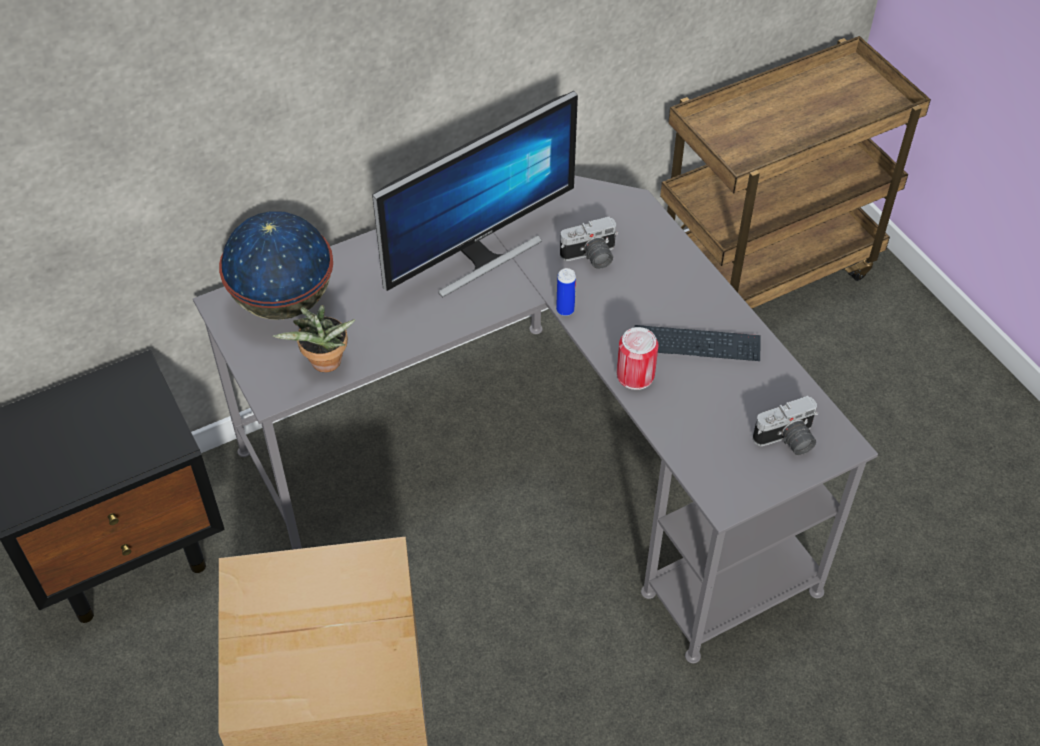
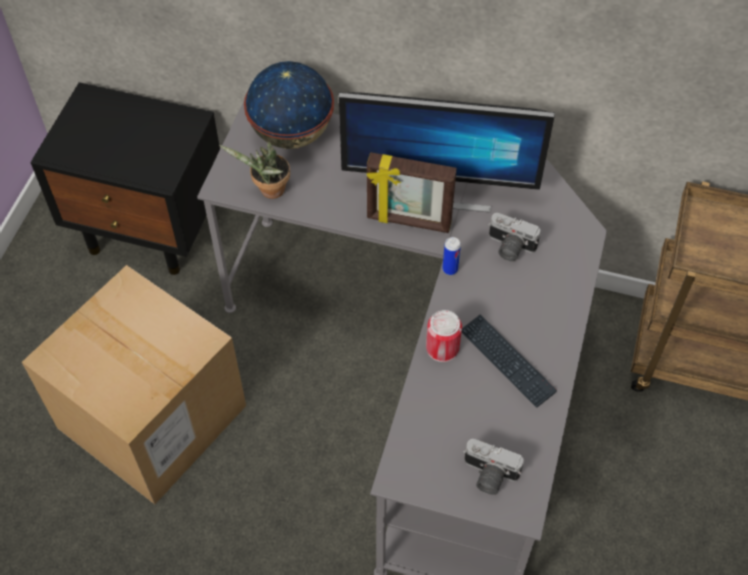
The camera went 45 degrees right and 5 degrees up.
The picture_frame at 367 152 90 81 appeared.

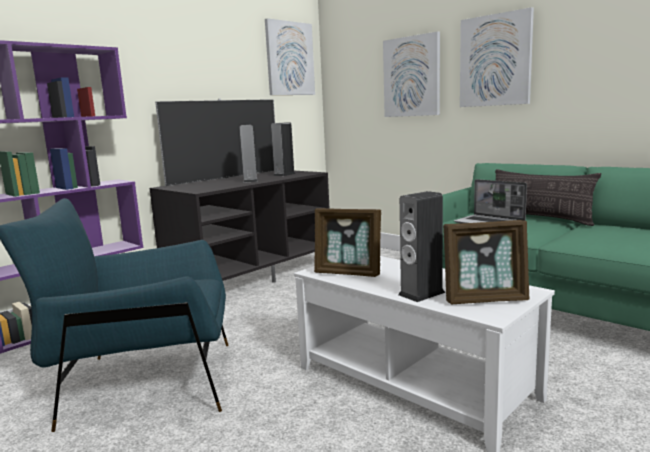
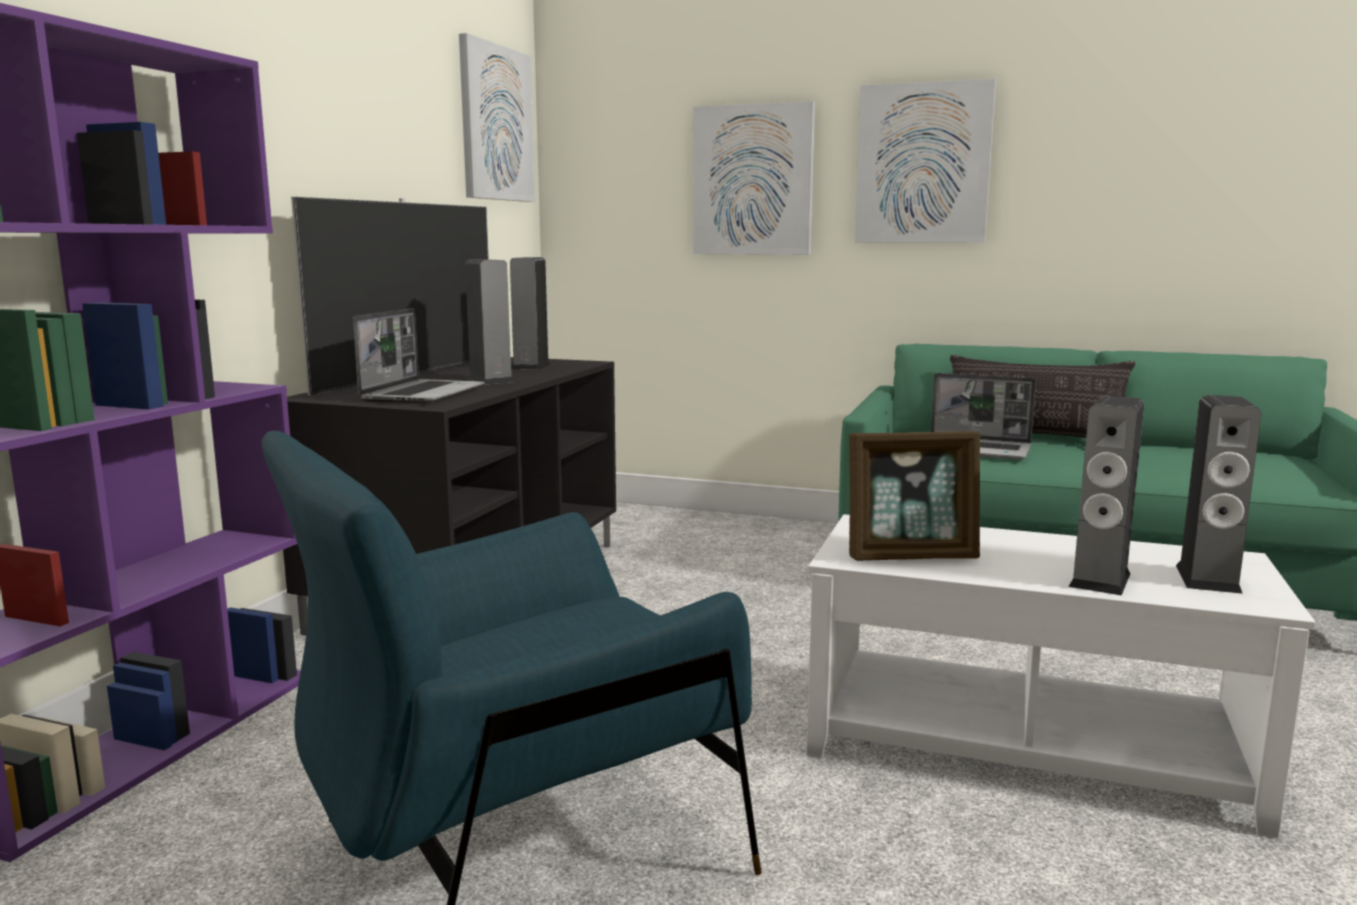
The camera went 25 degrees left and 0 degrees up.
The picture_frame at 443 220 87 84 was replaced by the speaker at 1176 395 85 199.
The laptop at 353 308 131 96 appeared.

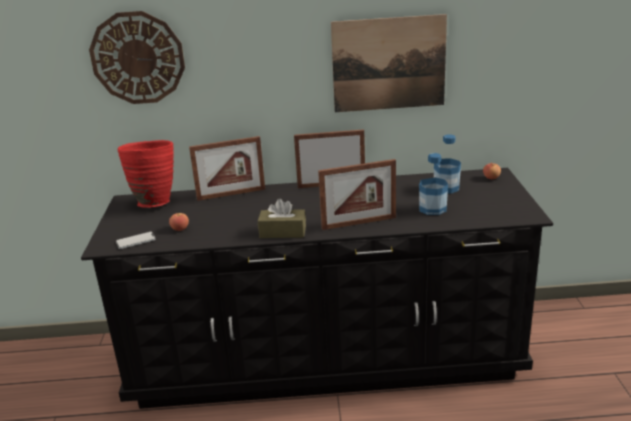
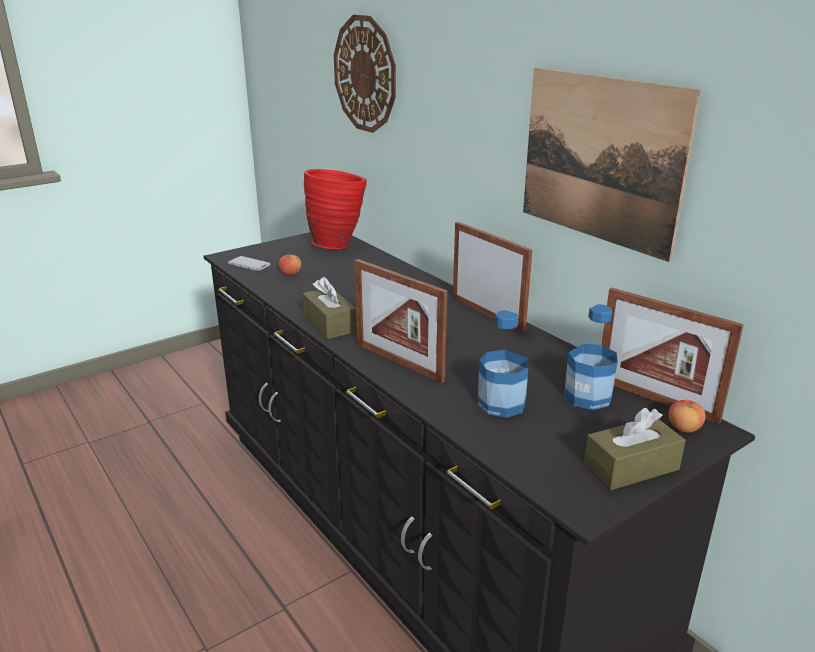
The camera went 55 degrees right and 0 degrees up.
The picture_frame moved from 189 136 76 65 to 602 288 142 136.
The brown_tissue_box at 584 408 102 82 appeared.

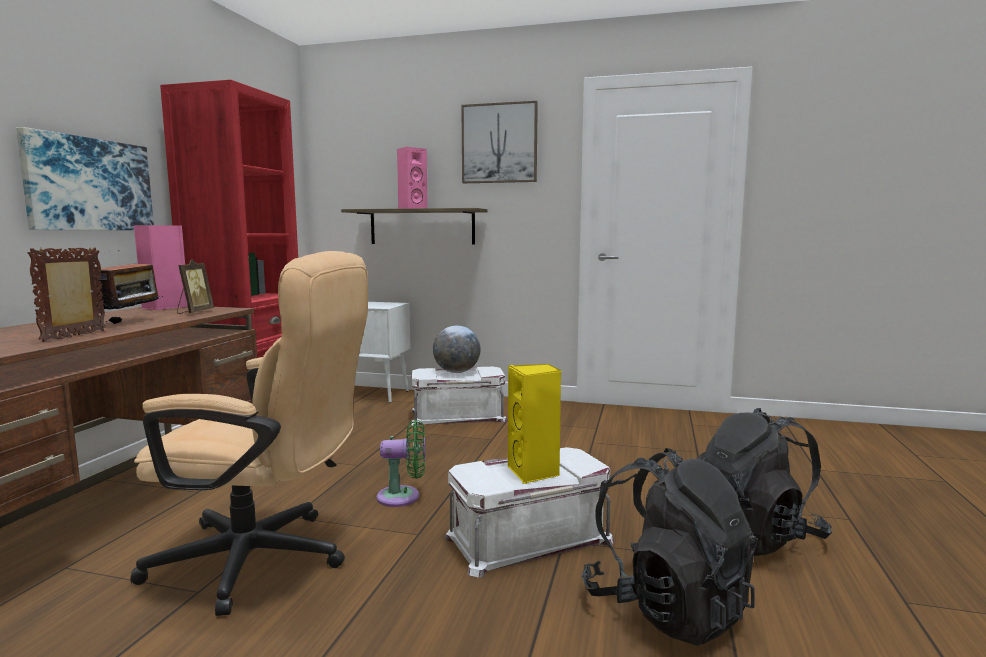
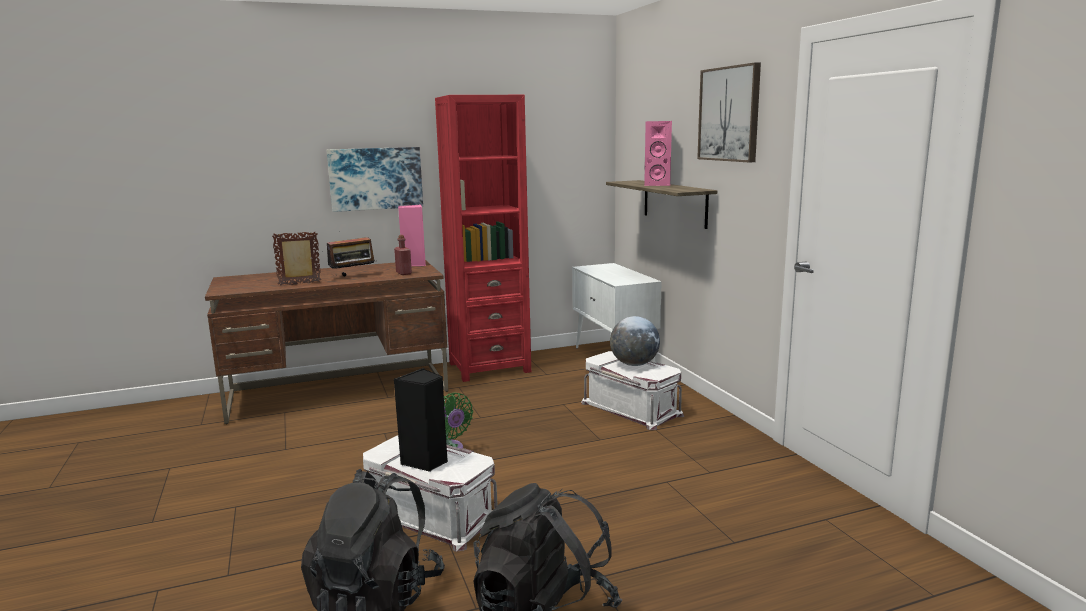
The camera went 55 degrees right and 5 degrees up.
The beige_office_chair at 130 251 238 365 disappeared.
The picture_frame at 177 258 37 56 was replaced by the red_bottle at 394 235 18 40.
The yellow_speaker at 508 364 53 120 became the black_speaker at 394 368 54 104.

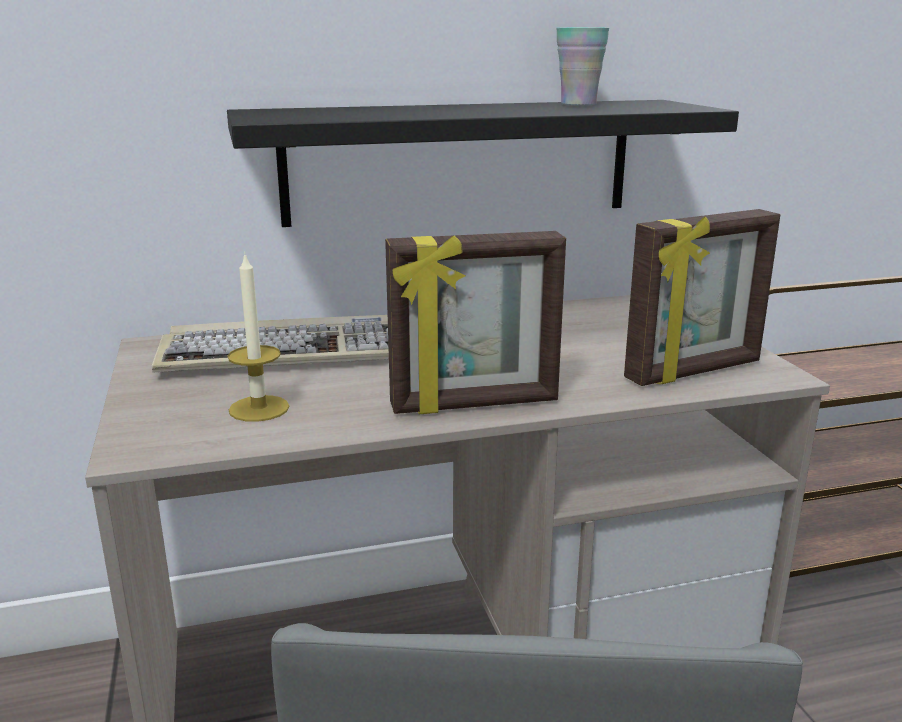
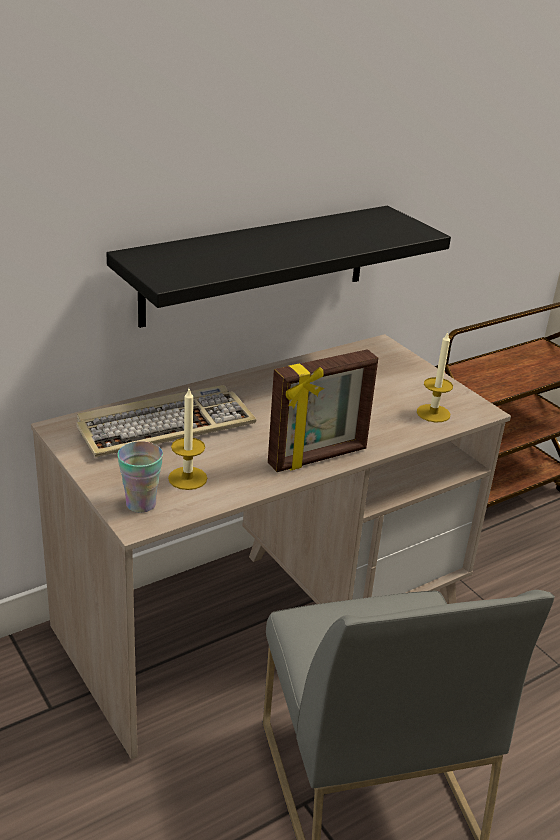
The camera went 20 degrees left and 10 degrees up.
The cup moved from 556 27 53 79 to 117 441 46 72.
The picture_frame at 624 209 156 177 was replaced by the candle at 417 332 36 90.

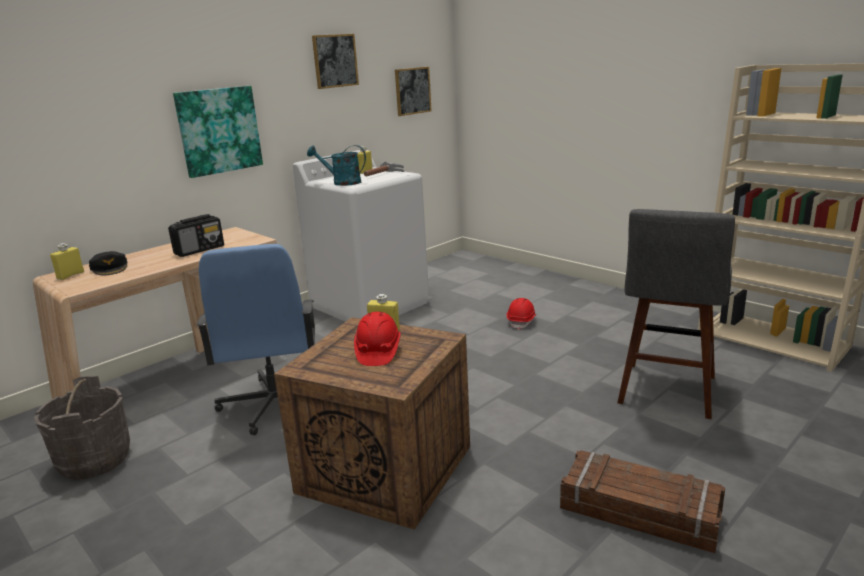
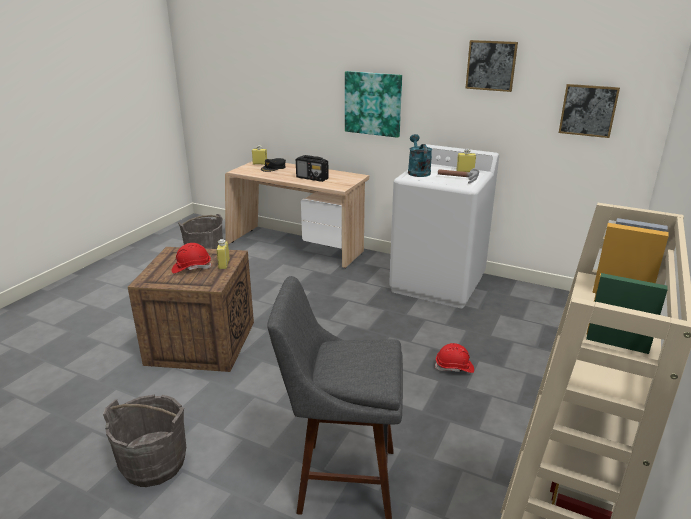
The camera went 70 degrees right and 5 degrees up.
The blue_office_chair at 196 244 119 191 disappeared.
The crate at 560 450 165 103 was replaced by the grey_bucket at 103 394 83 93.

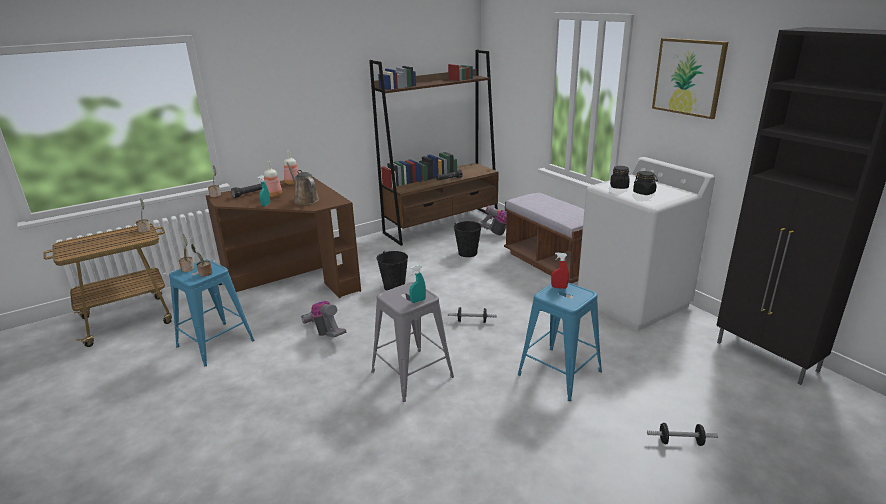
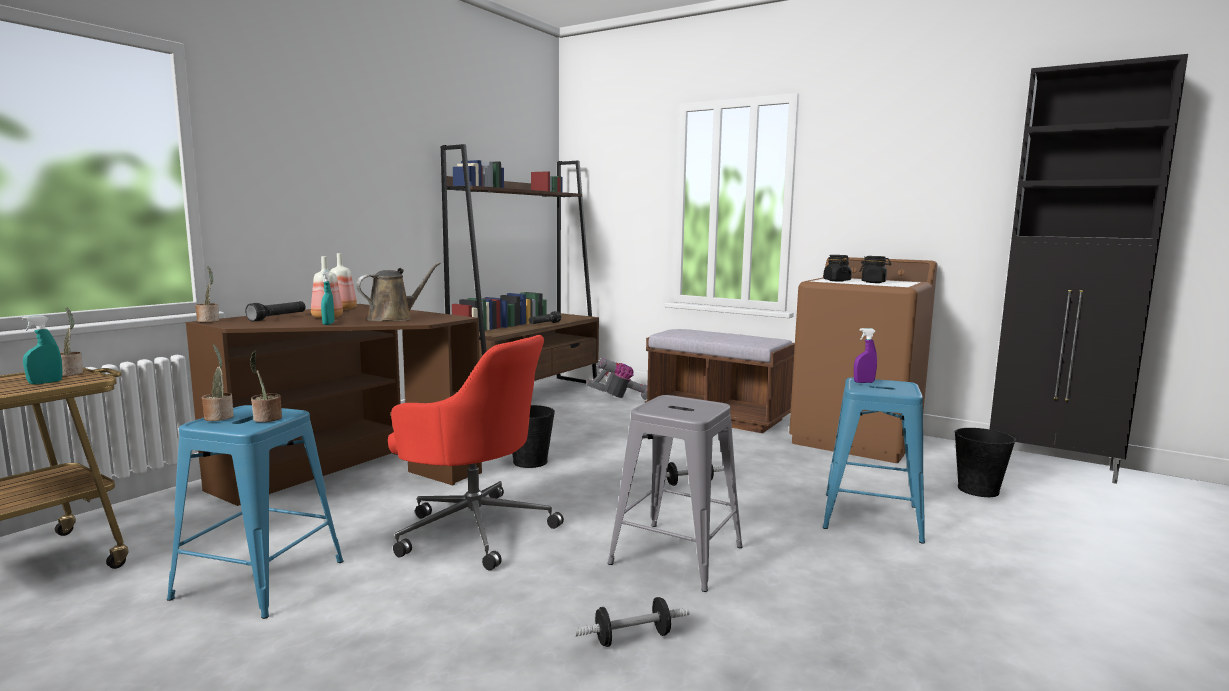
The camera went 25 degrees left and 15 degrees down.
The picture at 652 38 76 81 disappeared.
The white_washing_machine at 578 157 137 174 became the brown_washing_machine at 789 257 148 206.
The brown_watering_can at 286 162 33 43 turned 105 degrees clockwise.
The black_bucket moved from 454 221 28 36 to 955 428 61 69.
The red_spray_bottle at 551 253 18 36 became the purple_spray_bottle at 854 328 23 55.
The turquoise_spray_bottle moved from 410 265 16 38 to 22 315 40 69.
The vacuum_cleaner at 301 301 45 36 was replaced by the red_office_chair at 388 335 176 235.
The dumbbell moved from 647 423 71 23 to 574 597 115 50.

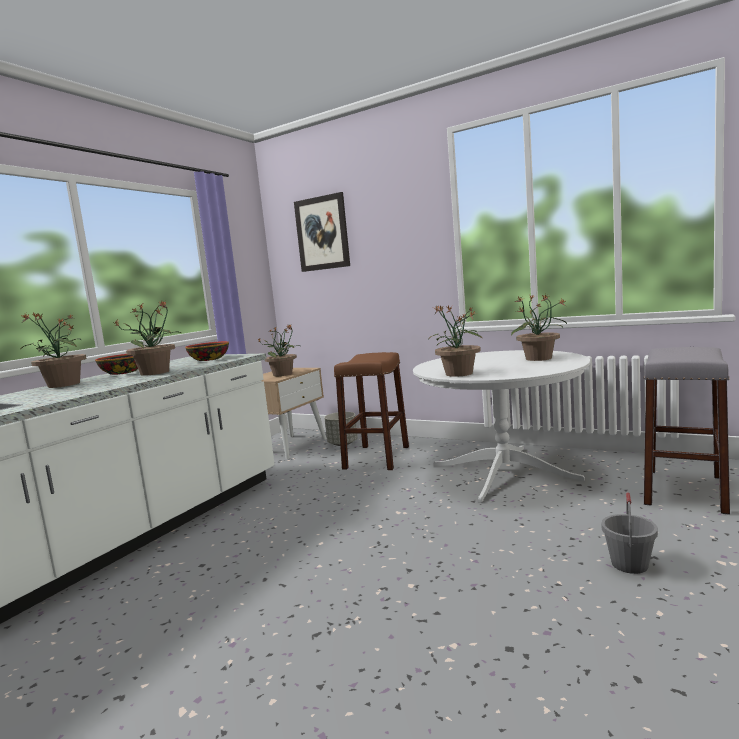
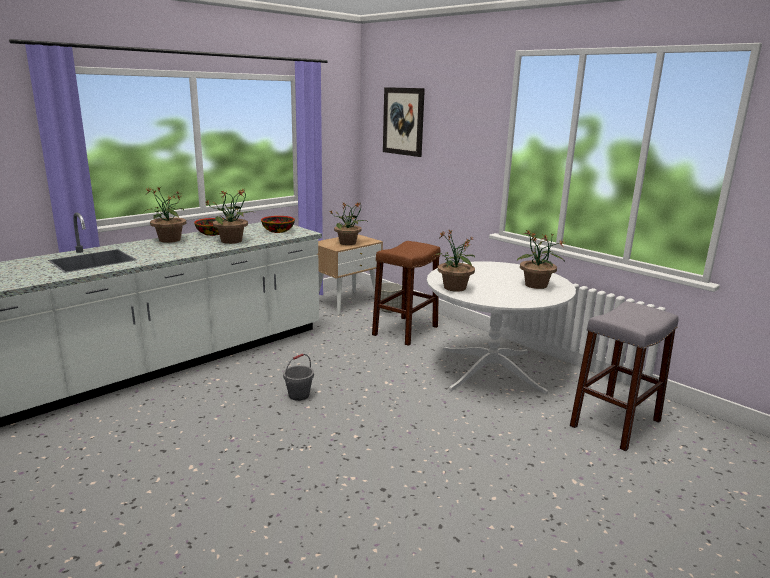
The camera went 15 degrees right and 10 degrees up.
The grey_bucket moved from 601 492 57 82 to 283 353 31 48.

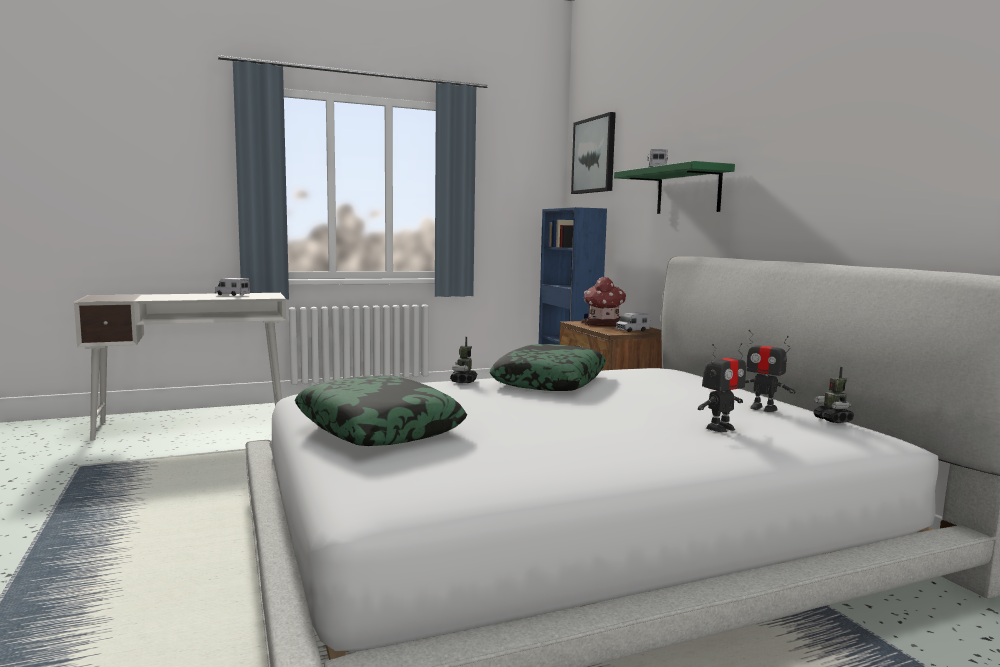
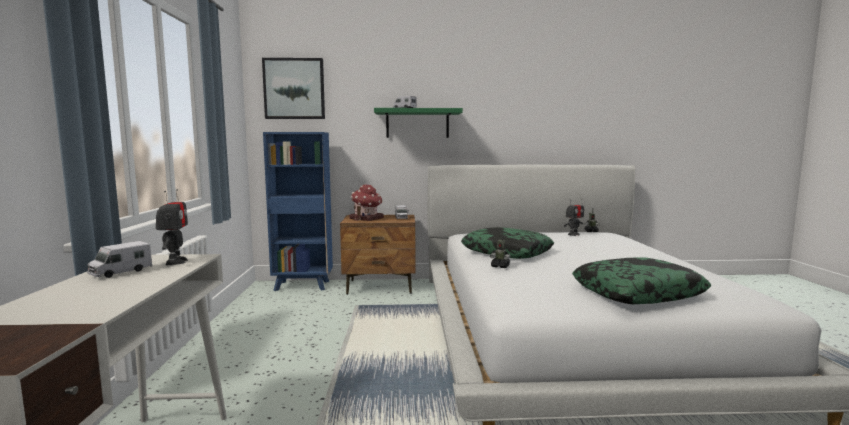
The camera went 70 degrees left and 0 degrees up.
The toy_robot moved from 698 343 48 89 to 156 189 32 76.

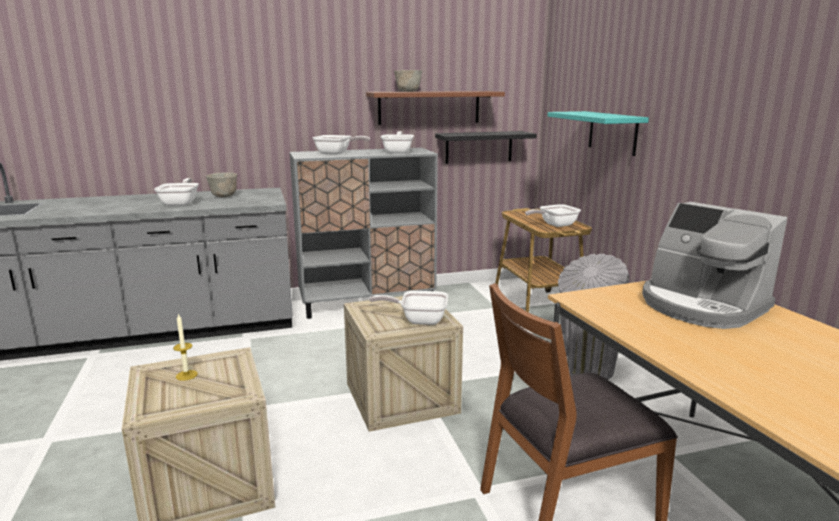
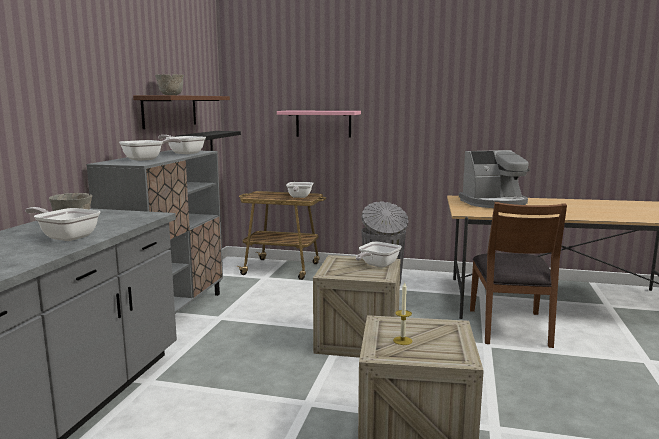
The camera went 60 degrees left and 5 degrees down.
The turquoise_shelf at 547 111 102 45 became the pink_shelf at 277 110 84 28.

